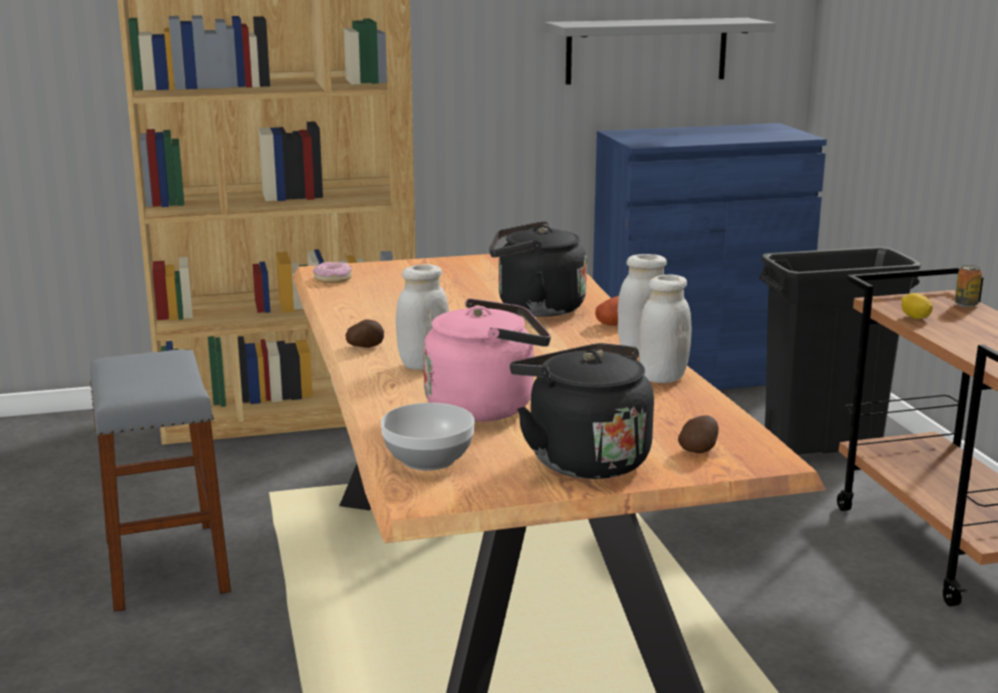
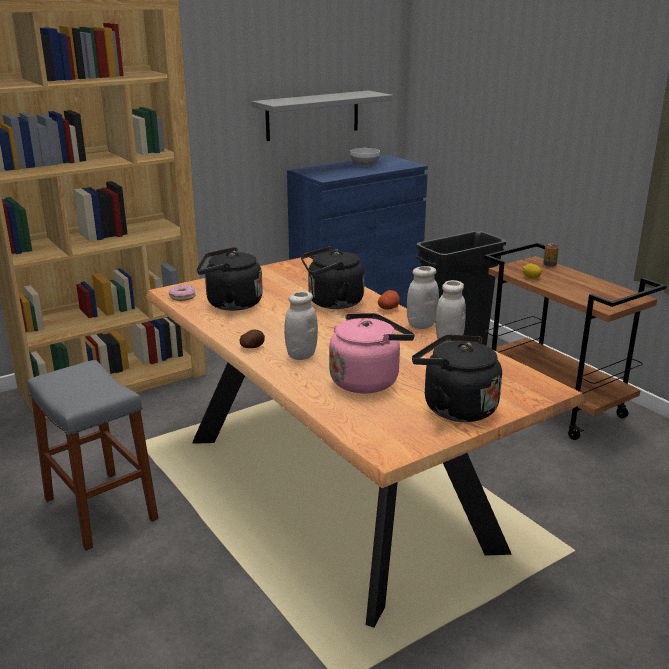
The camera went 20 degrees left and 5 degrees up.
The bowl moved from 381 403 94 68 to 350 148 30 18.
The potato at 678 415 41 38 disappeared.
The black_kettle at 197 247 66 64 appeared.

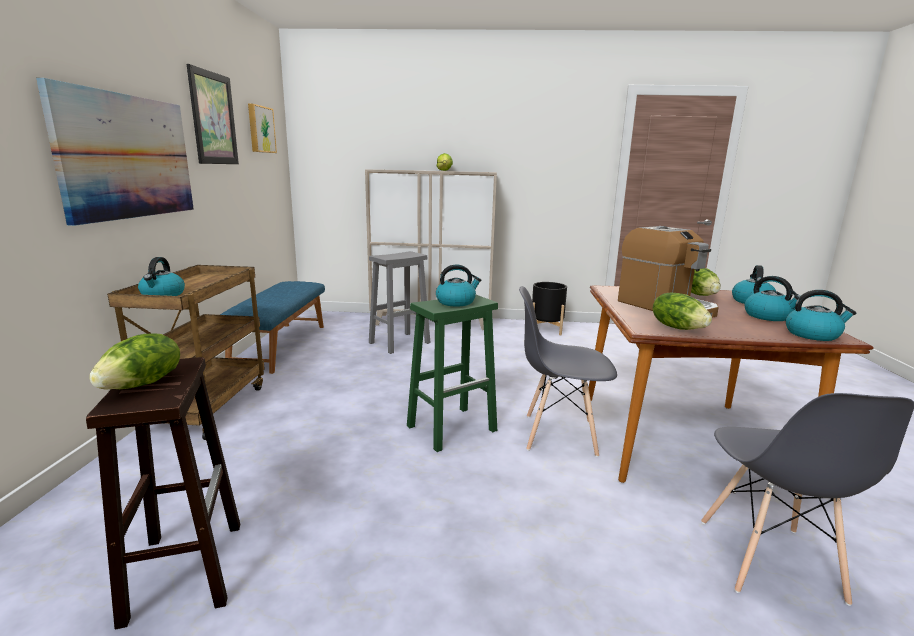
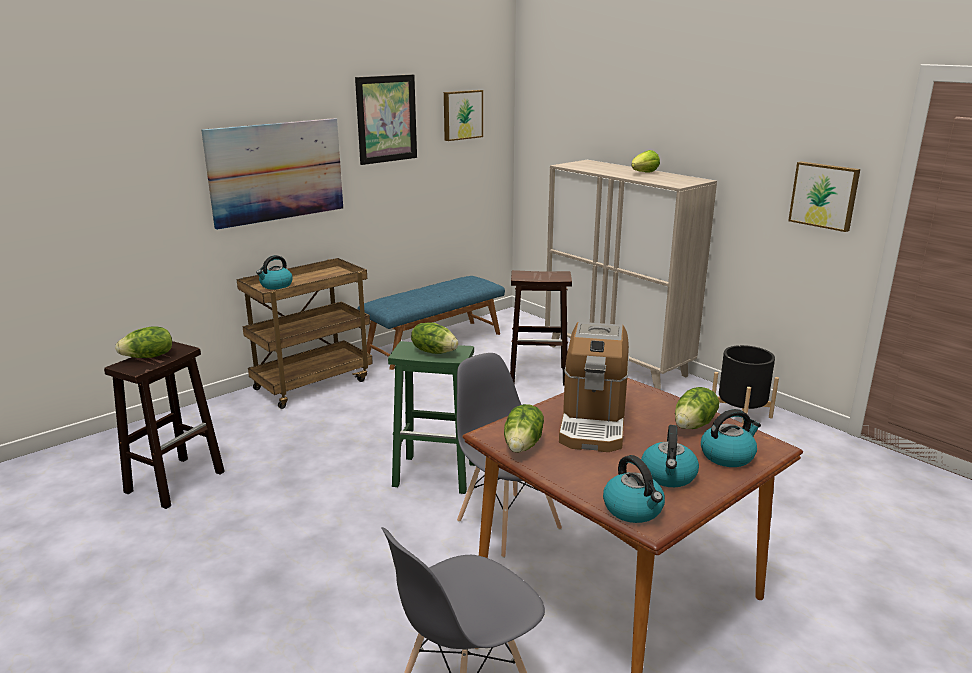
The camera went 45 degrees right and 5 degrees up.
The grey_stool at 369 251 62 103 became the brown_stool at 510 270 62 115.
The kettle at 436 265 45 42 was replaced by the lettuce at 411 322 47 32.
The picture at 788 161 72 71 appeared.

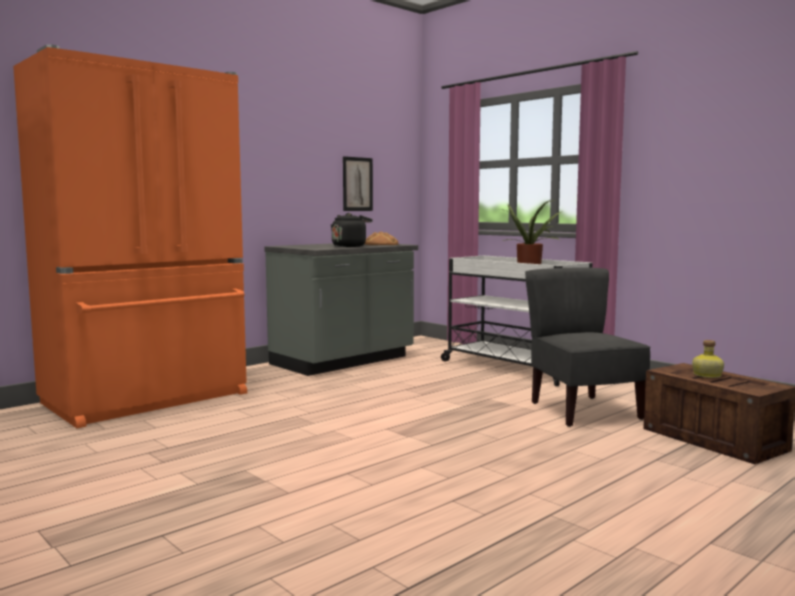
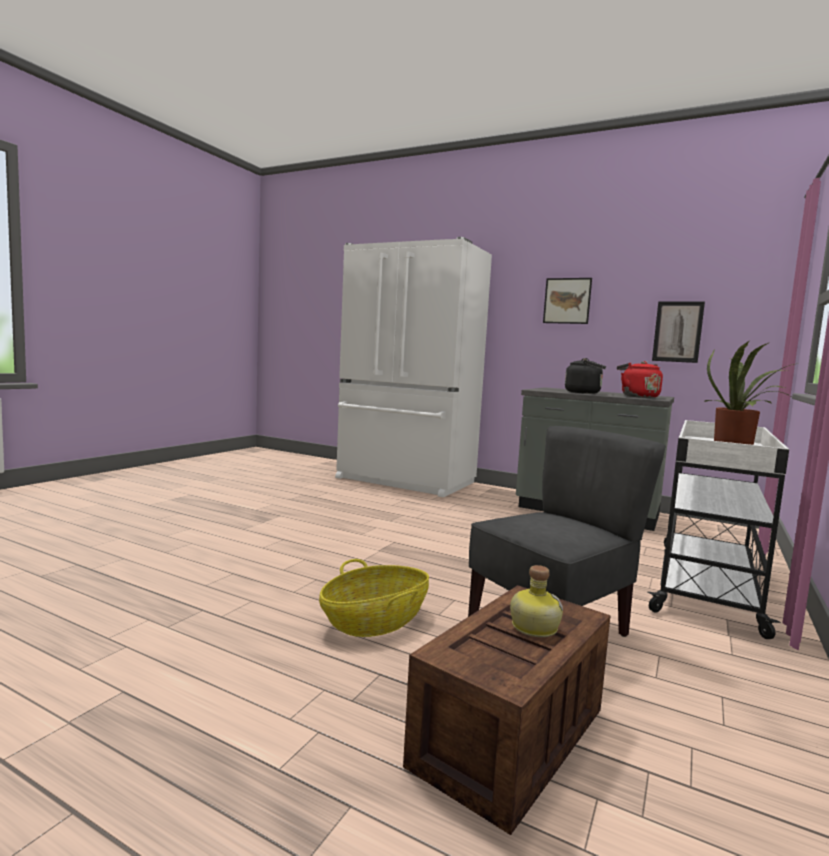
The camera went 70 degrees right and 0 degrees up.
The orange_fridge at 13 44 234 384 became the white_fridge at 335 237 157 260.
The bread at 365 232 34 13 was replaced by the red_kettle at 617 361 46 37.
The picture at 543 278 49 46 appeared.
The basket at 319 559 110 78 appeared.

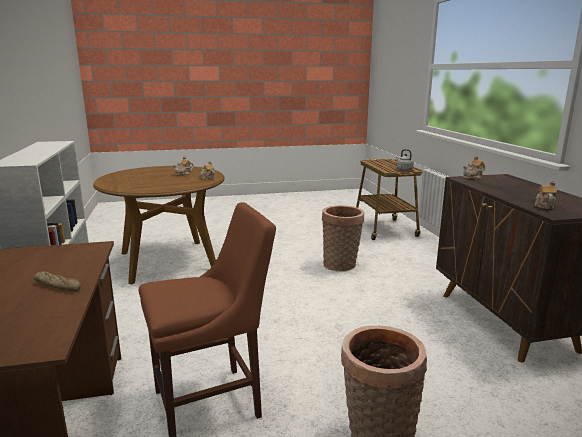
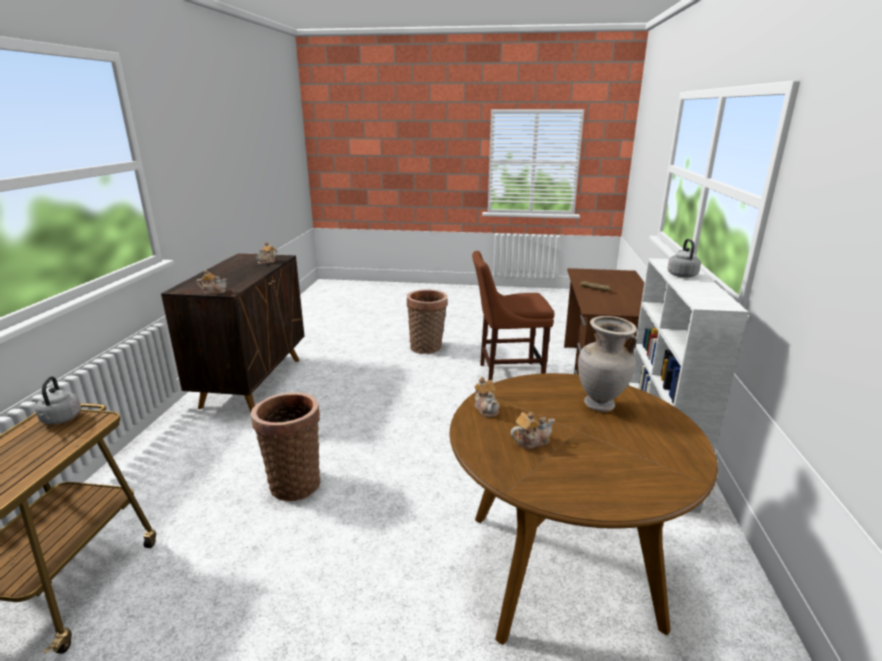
The camera went 160 degrees left and 5 degrees up.
The grey_kettle at 667 239 34 39 appeared.
The beige_vase at 578 316 59 96 appeared.

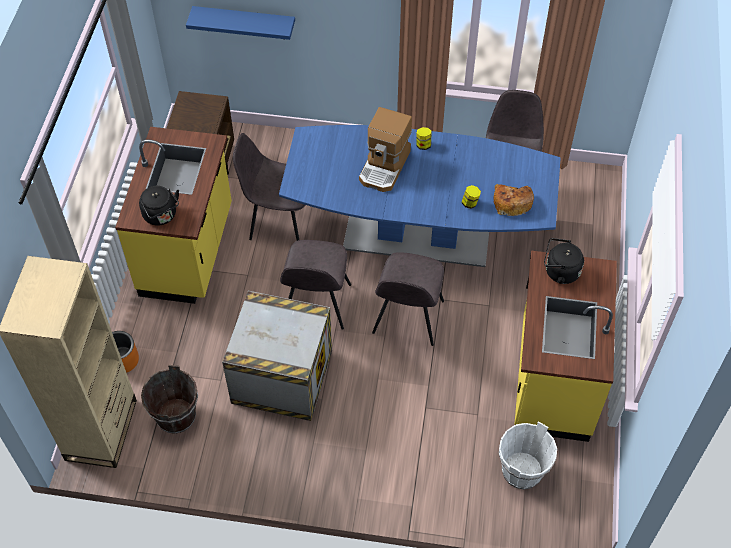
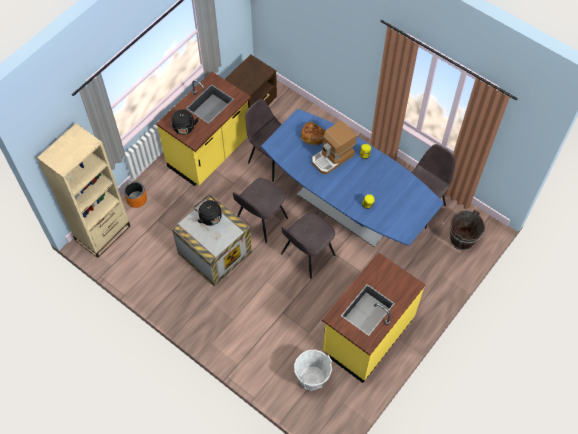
The camera went 30 degrees right and 5 degrees up.
The blue_shelf at 186 6 109 34 disappeared.
The bread moved from 493 184 41 32 to 300 121 26 24.
The black_kettle moved from 544 238 40 46 to 194 195 28 31.
The brown_bucket moved from 141 365 57 69 to 450 209 35 41.

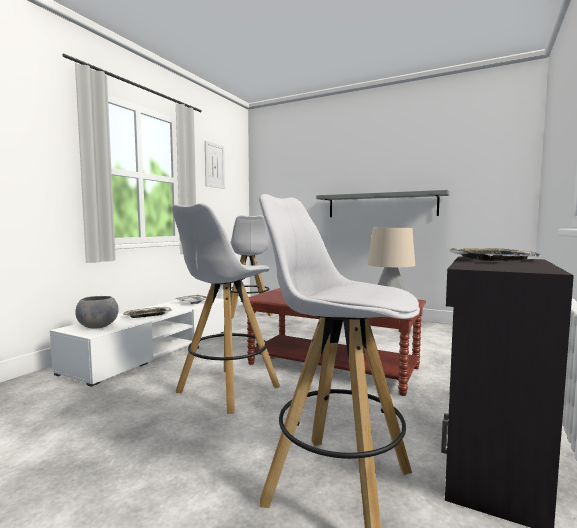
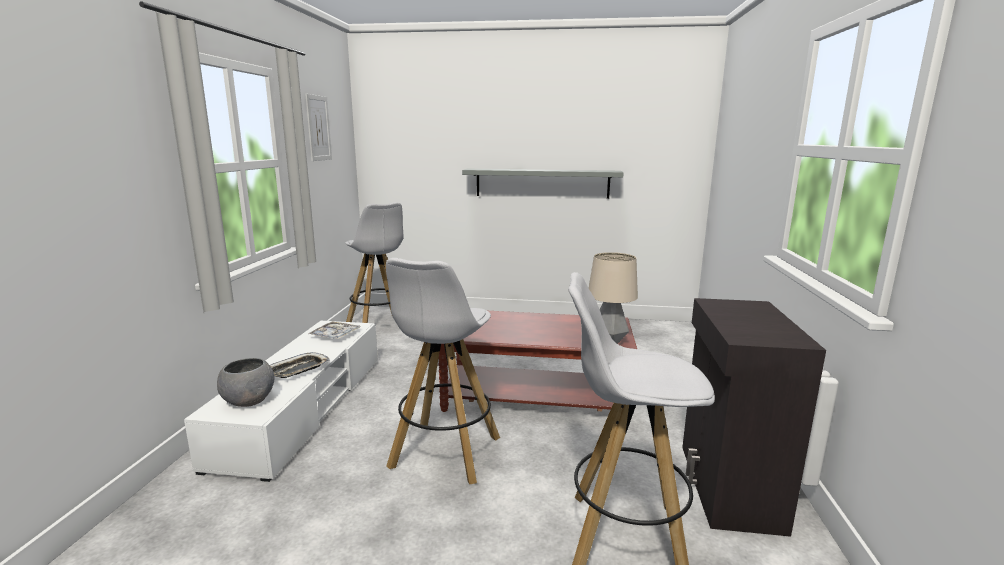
The camera went 20 degrees left and 10 degrees up.
The tray at 450 248 90 13 disappeared.

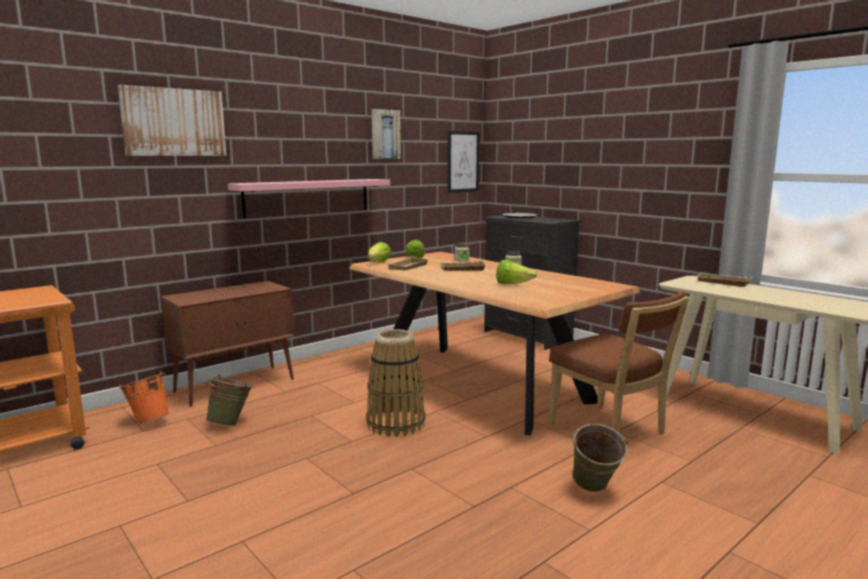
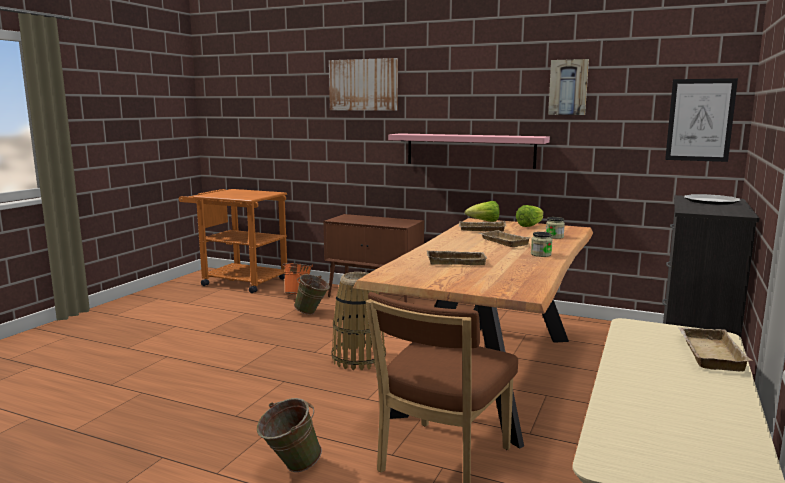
The camera went 65 degrees right and 0 degrees up.
The lettuce at 496 260 41 24 was replaced by the beige_tray at 427 250 61 15.

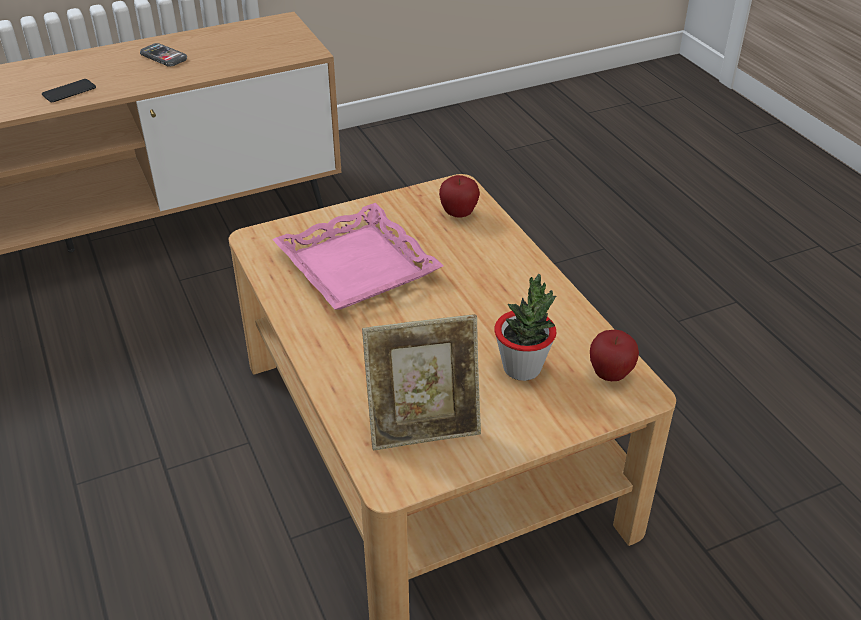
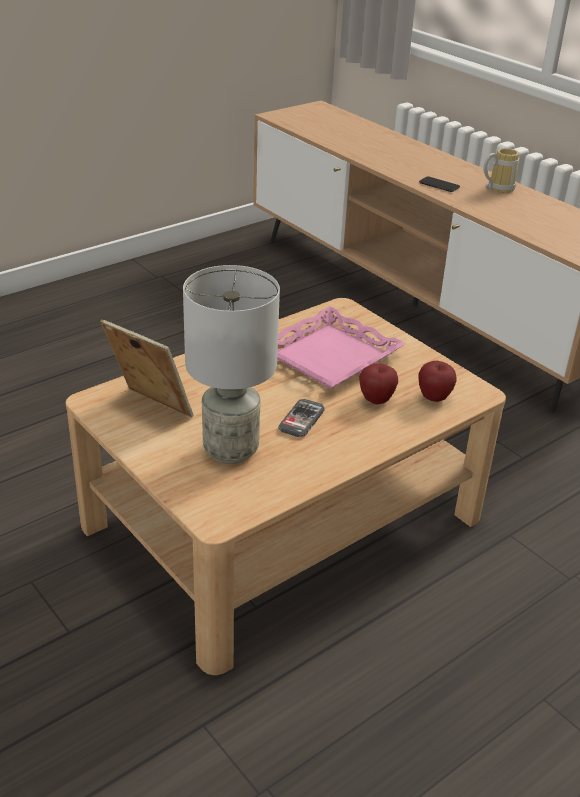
The camera went 75 degrees right and 5 degrees down.
The phone moved from 140 43 47 24 to 278 399 47 38.
The potted_plant at 494 274 62 107 was replaced by the grey_table_lamp at 183 265 97 199.
The picture_frame at 362 314 119 136 turned 150 degrees clockwise.
The apple moved from 590 329 49 52 to 359 364 39 40.
The mug at 483 148 36 45 appeared.

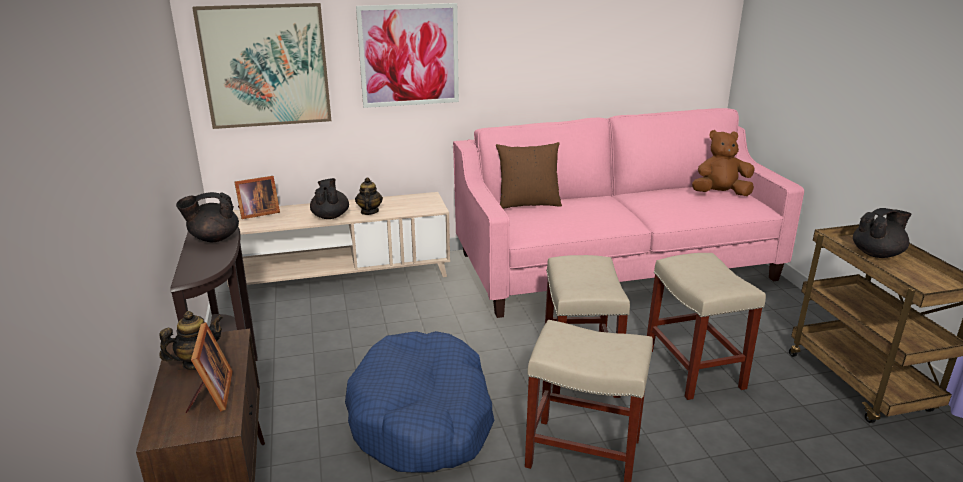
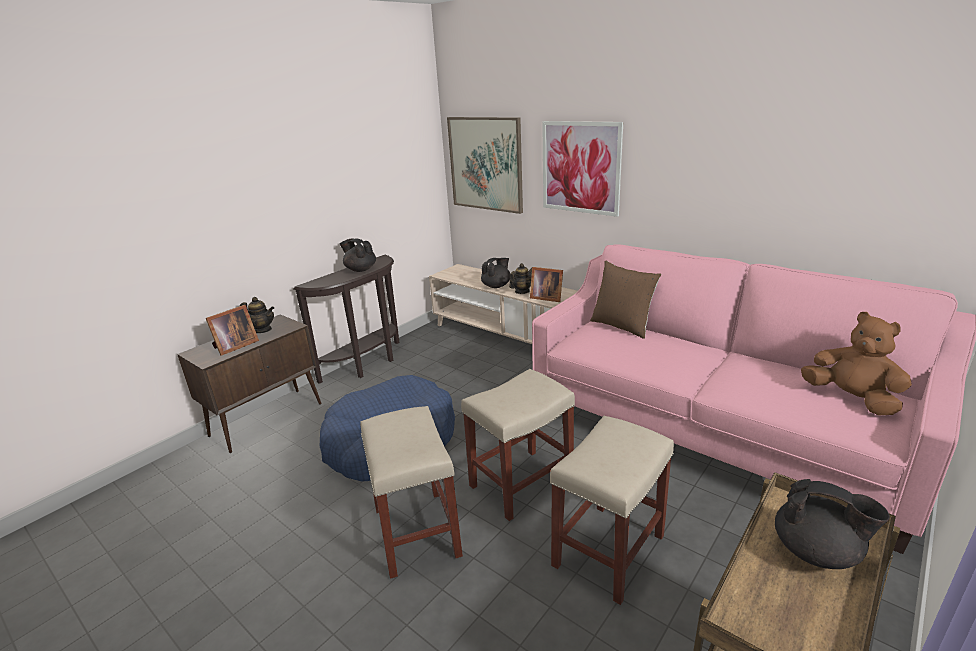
The camera went 55 degrees right and 0 degrees up.
The picture_frame moved from 234 176 46 43 to 530 267 33 35.

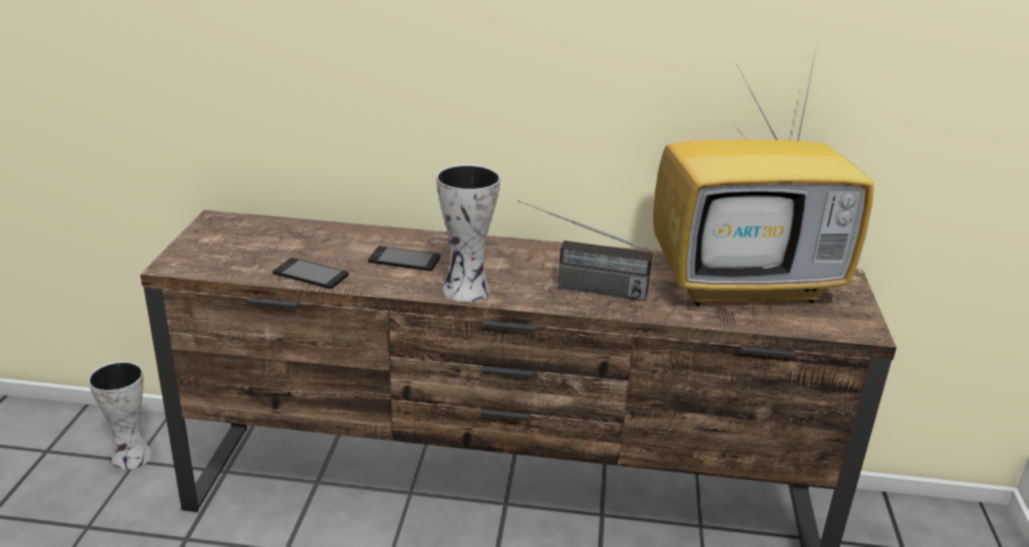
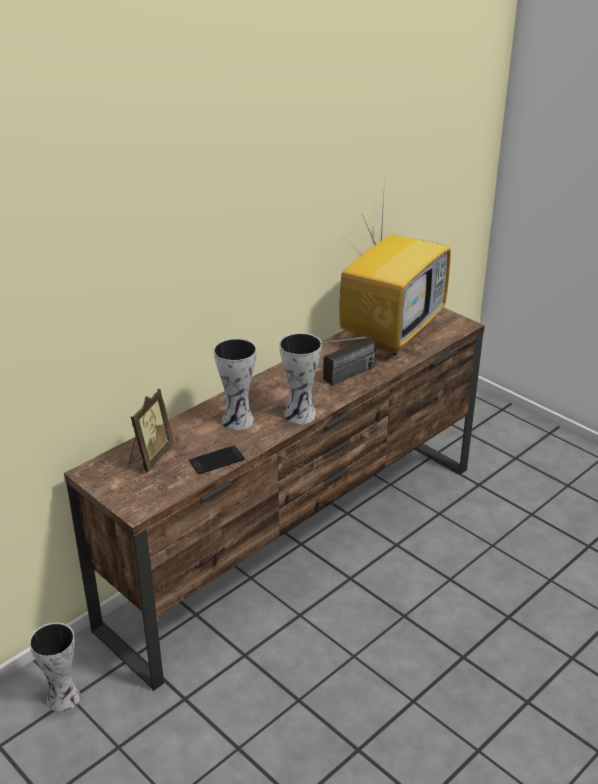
The camera went 50 degrees left and 5 degrees up.
The phone at 368 246 72 25 was replaced by the vase at 214 338 43 92.
The picture_frame at 129 389 45 83 appeared.

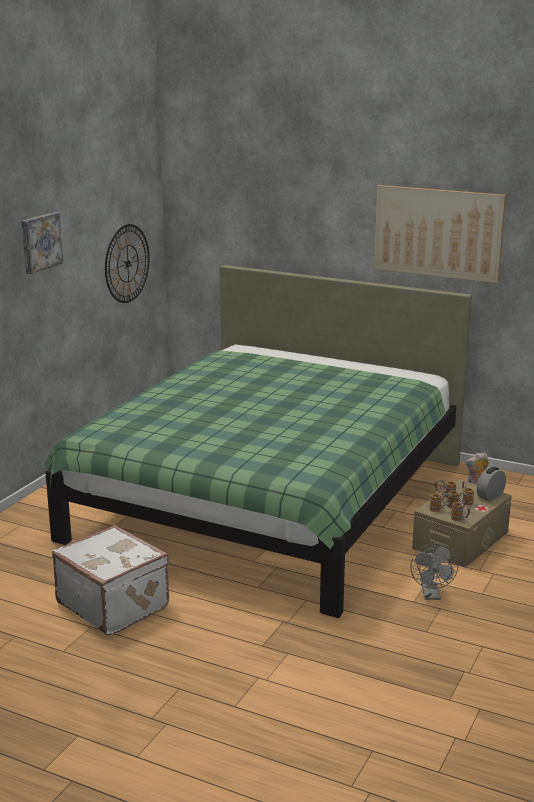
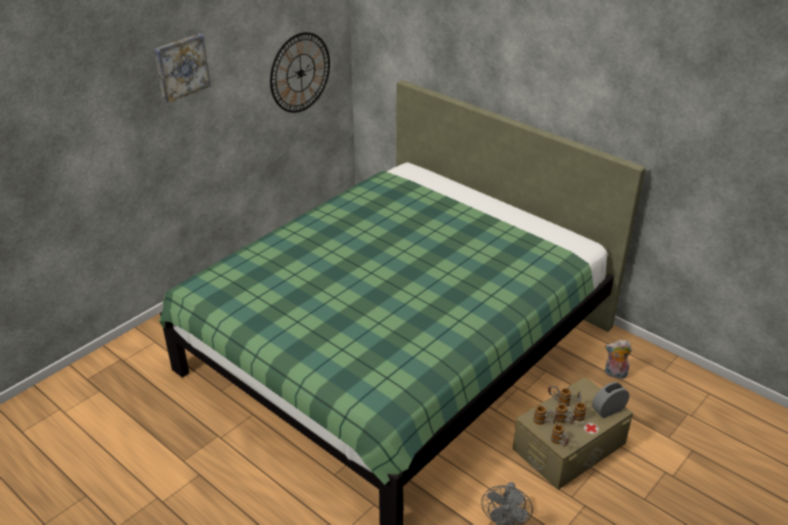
The camera went 15 degrees right and 15 degrees up.
The picture at 374 185 132 98 disappeared.
The white_suitcase at 52 525 117 110 disappeared.

